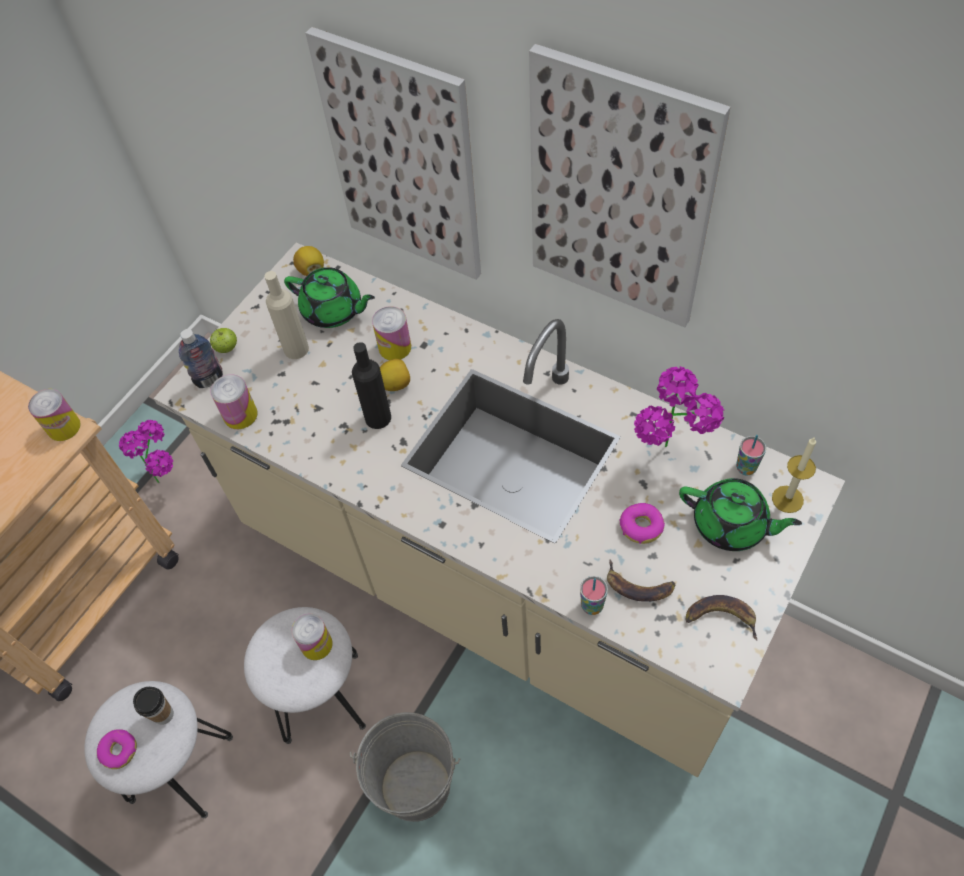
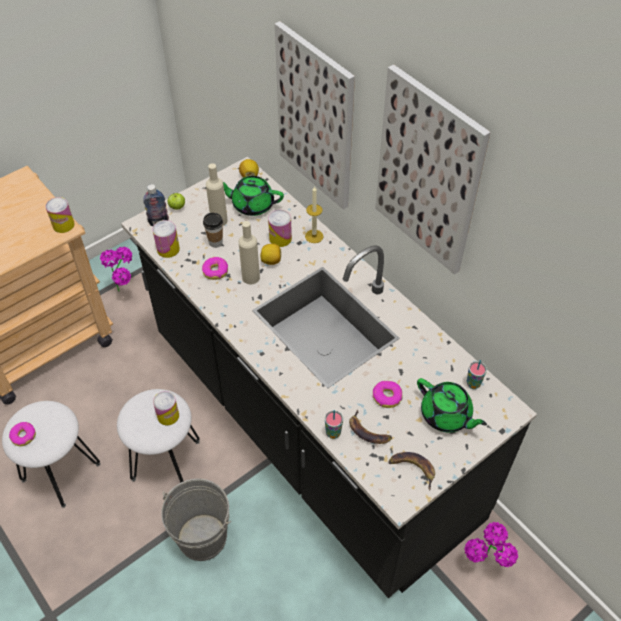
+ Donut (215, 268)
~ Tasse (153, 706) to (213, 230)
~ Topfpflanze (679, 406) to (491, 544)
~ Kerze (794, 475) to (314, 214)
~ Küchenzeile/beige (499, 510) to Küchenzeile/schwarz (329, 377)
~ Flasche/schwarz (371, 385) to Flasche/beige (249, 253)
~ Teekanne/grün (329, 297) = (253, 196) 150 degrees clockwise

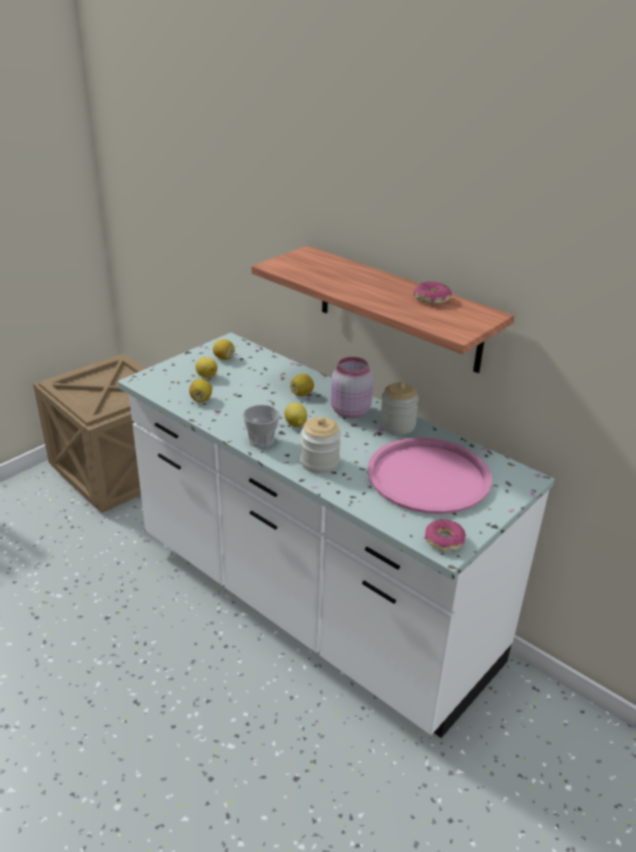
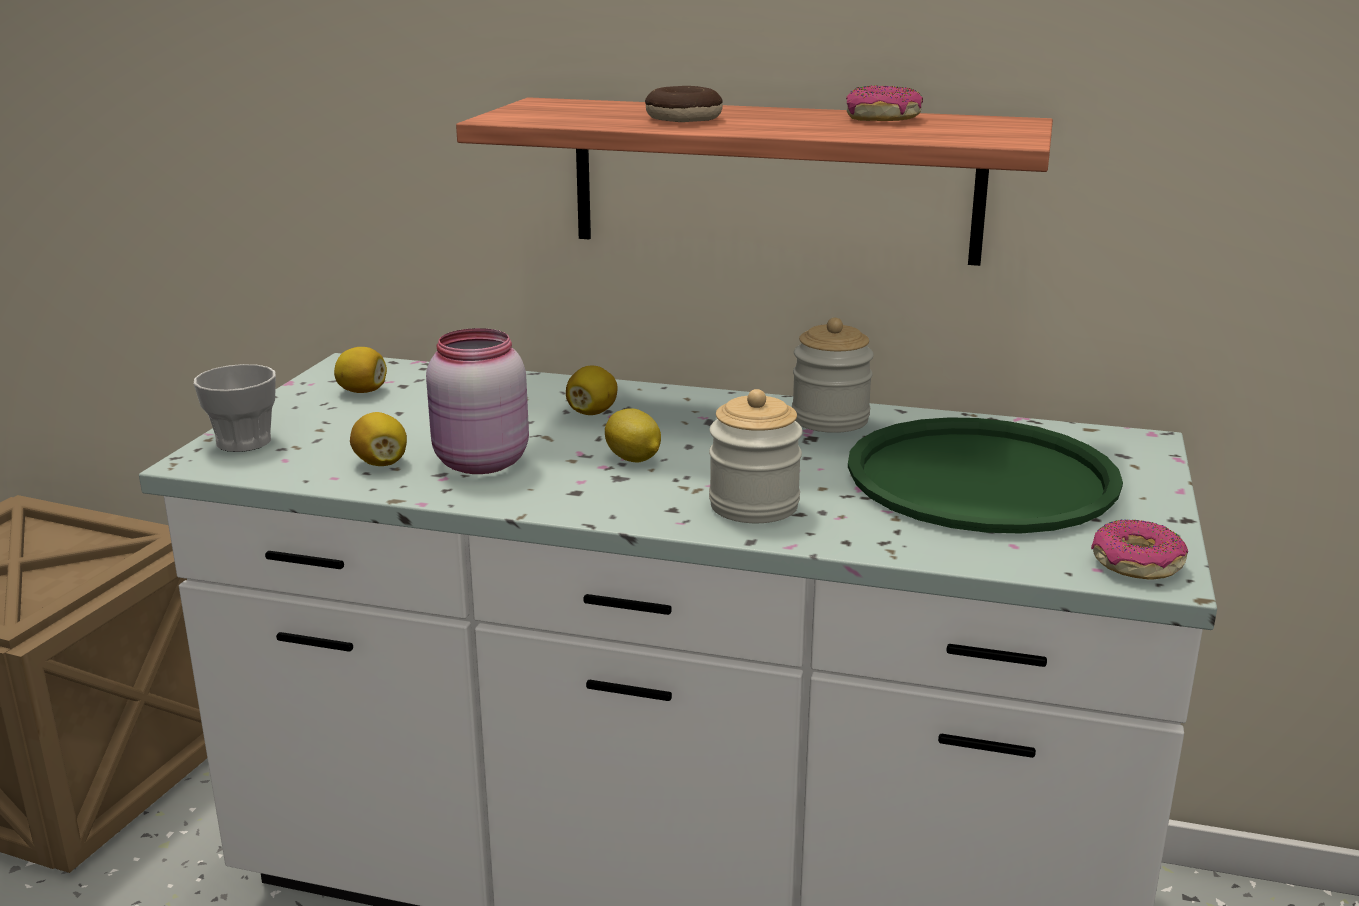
- Zitrone (206, 367)
+ Donut (684, 104)
~ Tasse (261, 426) to (235, 408)
~ Vorratsglas/rosa (352, 387) to (477, 401)
~ Tablett/rosa (429, 476) to Tablett/grün (985, 475)

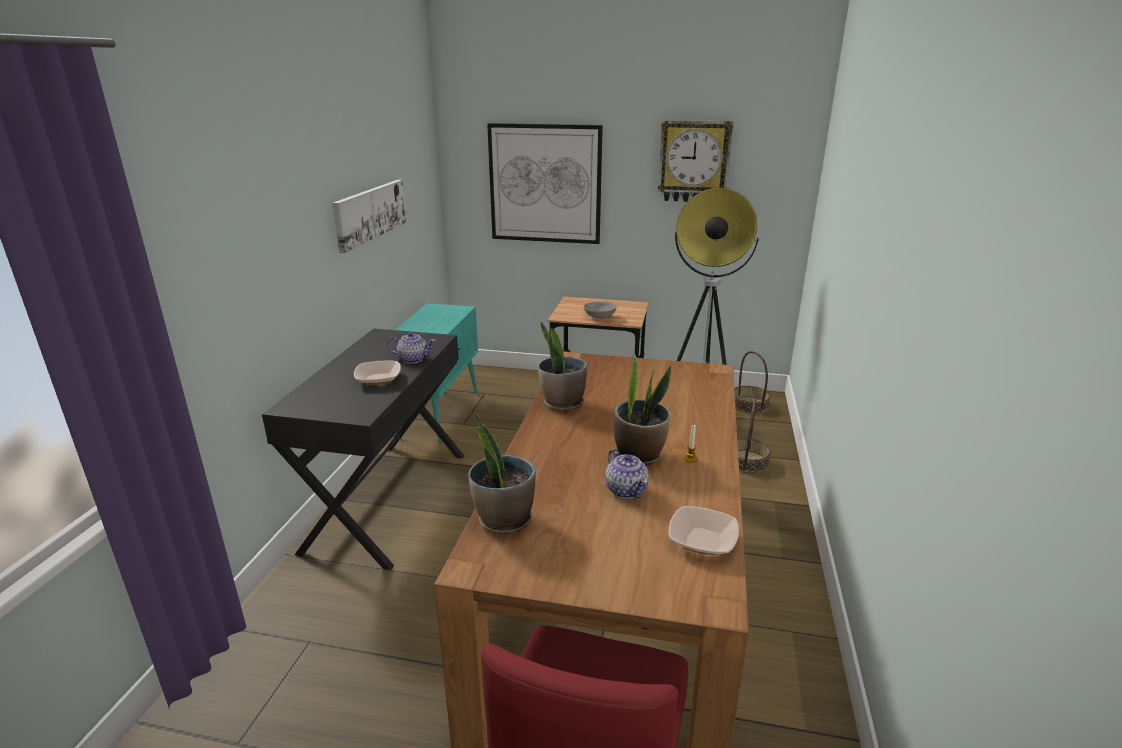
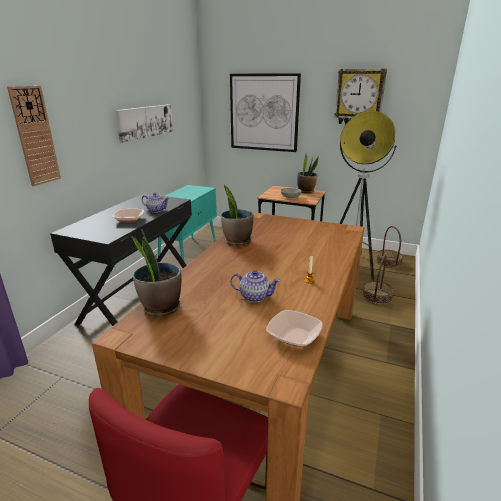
+ Wanduhr (34, 136)
~ Topfpflanze (643, 409) to (308, 173)
~ Teekanne (627, 474) = (255, 286) 60 degrees counterclockwise

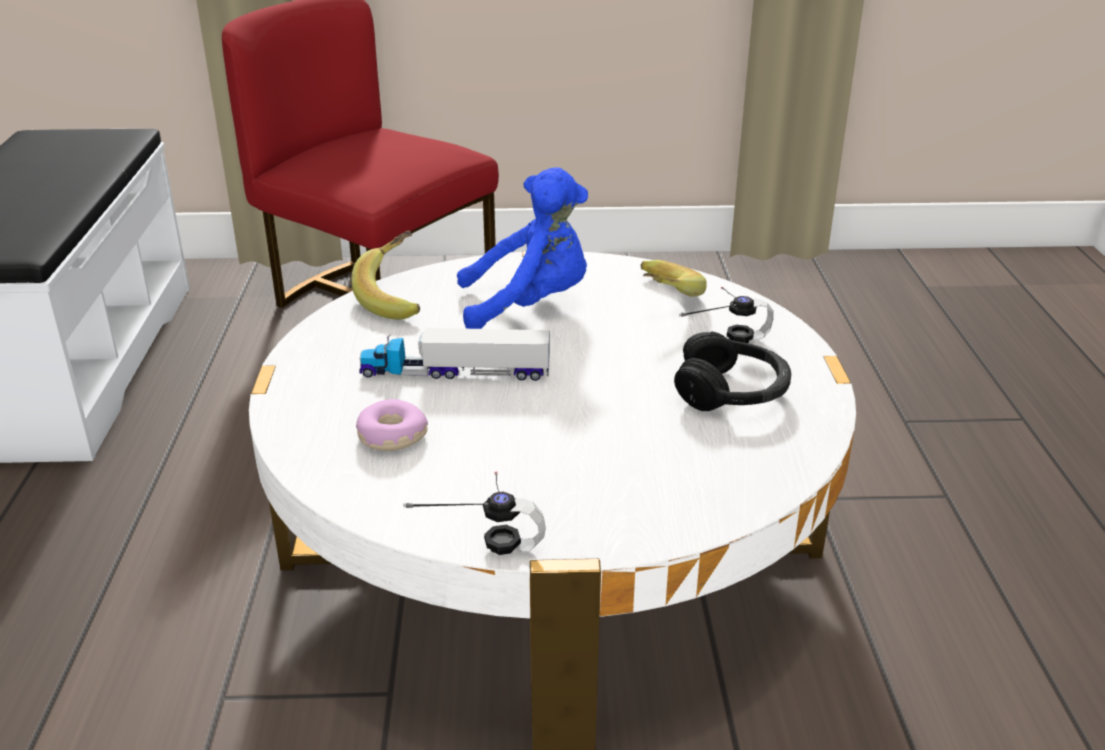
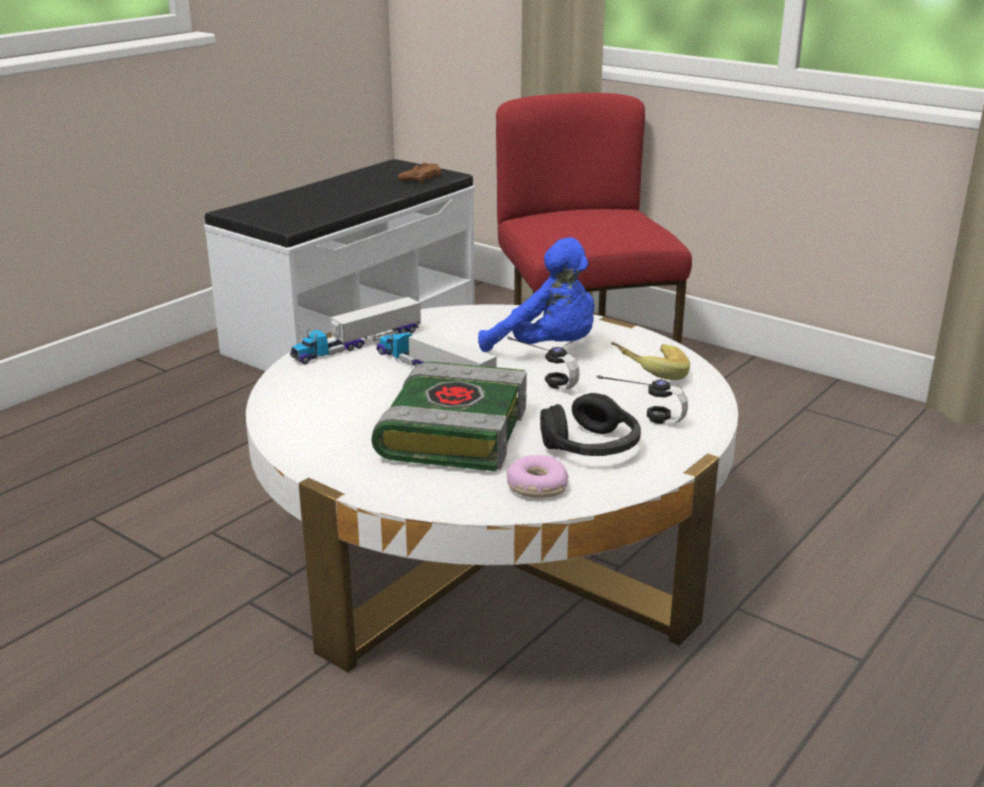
- Banane (385, 275)
+ Spielzeuglaster (355, 330)
+ Buch (449, 417)
+ Gamepad/braun (420, 173)
~ Donut (392, 425) to (538, 476)
~ Kopfhörer (474, 513) to (543, 362)

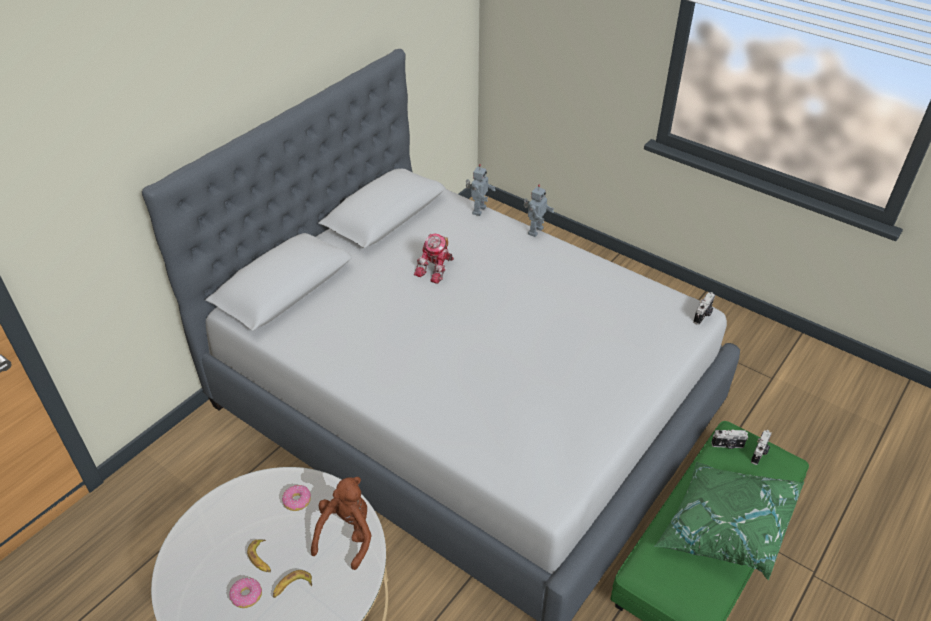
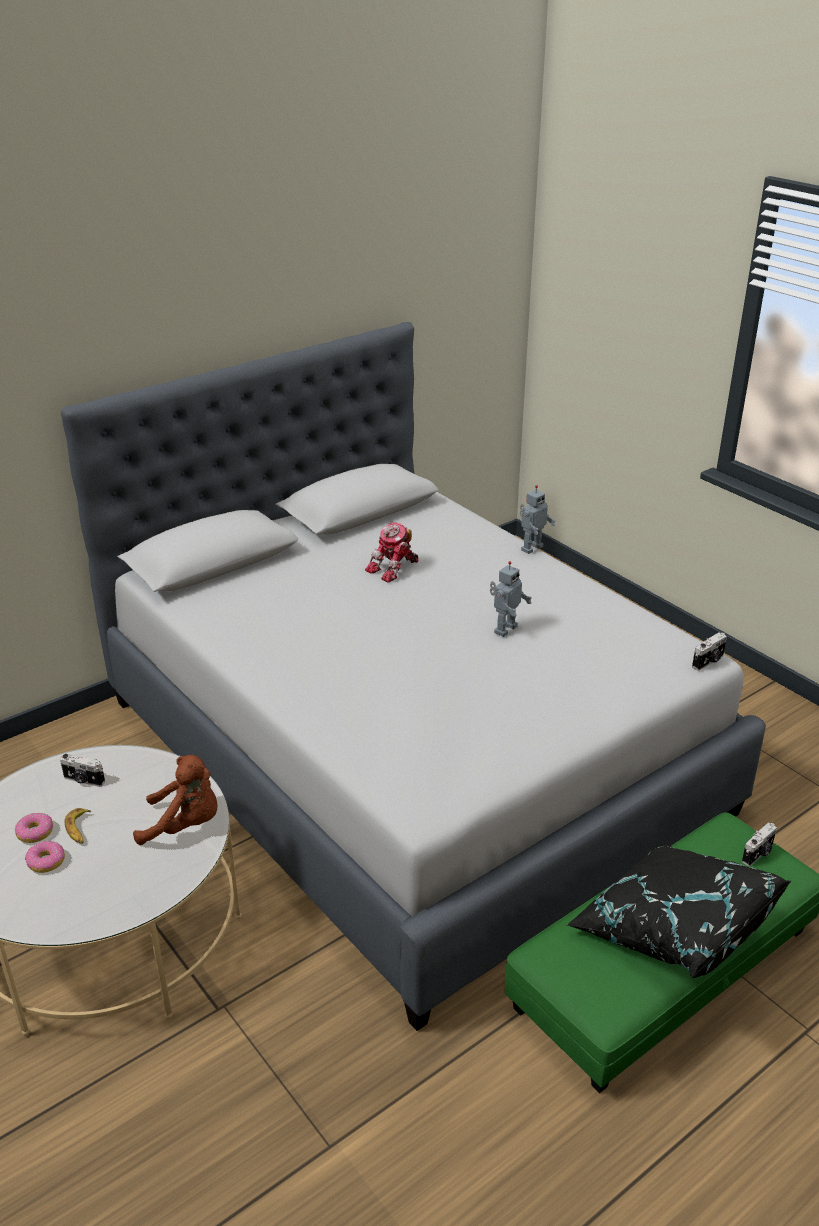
- Banane (292, 584)
~ Donut (296, 498) to (34, 828)
~ Spielzeugroboter (480, 190) to (511, 599)
~ Kamera (729, 439) to (82, 770)
~ Kissen/grün (729, 520) to Kissen/schwarz (678, 911)
~ Plüschtier/braun (341, 523) = (175, 800) 60 degrees clockwise

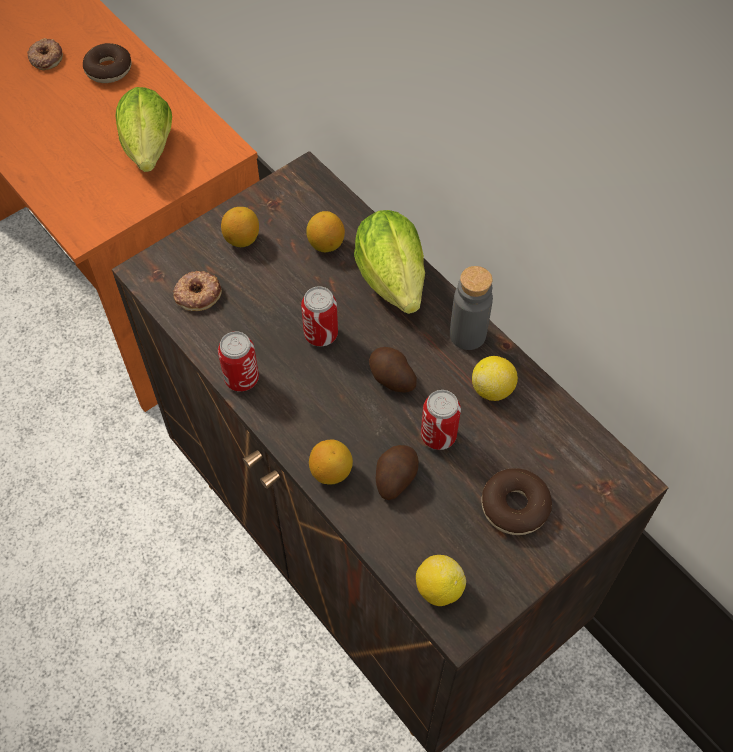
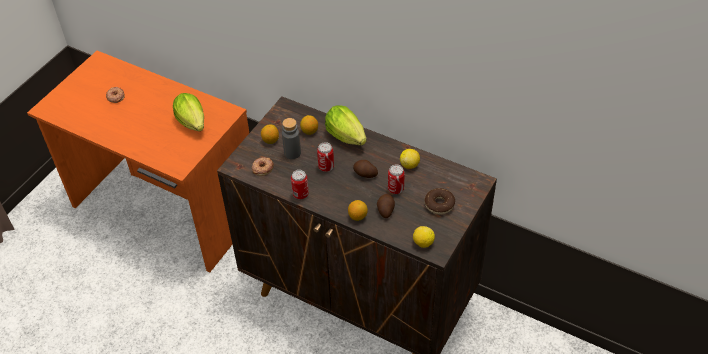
- Donut (107, 63)
~ Flasche/grau (471, 308) to (291, 138)

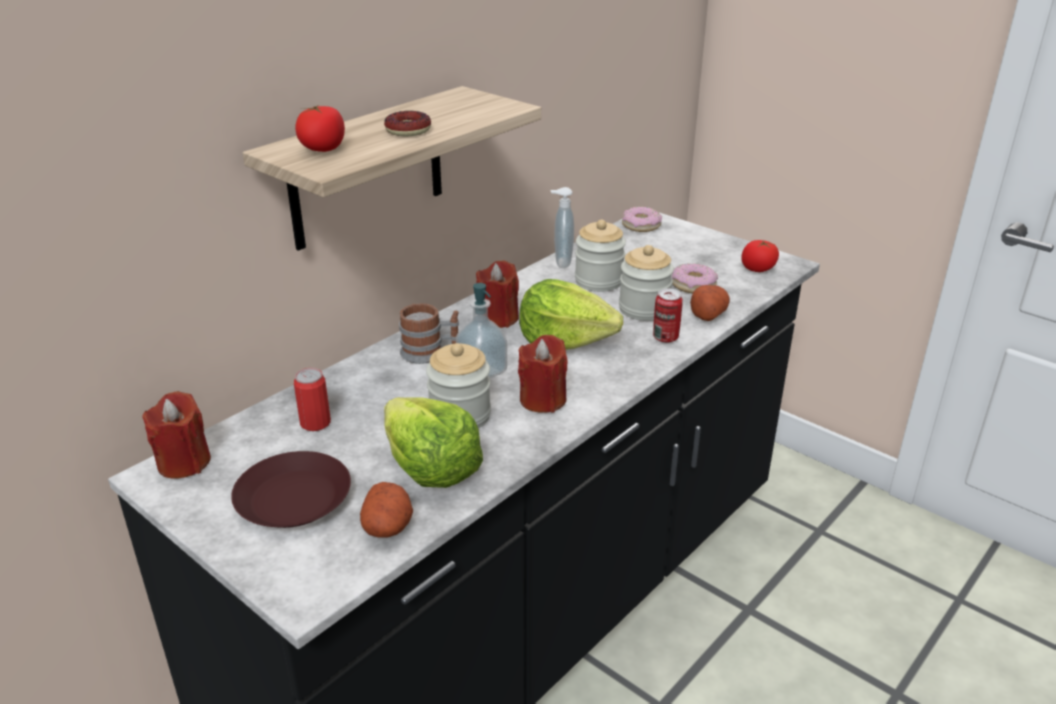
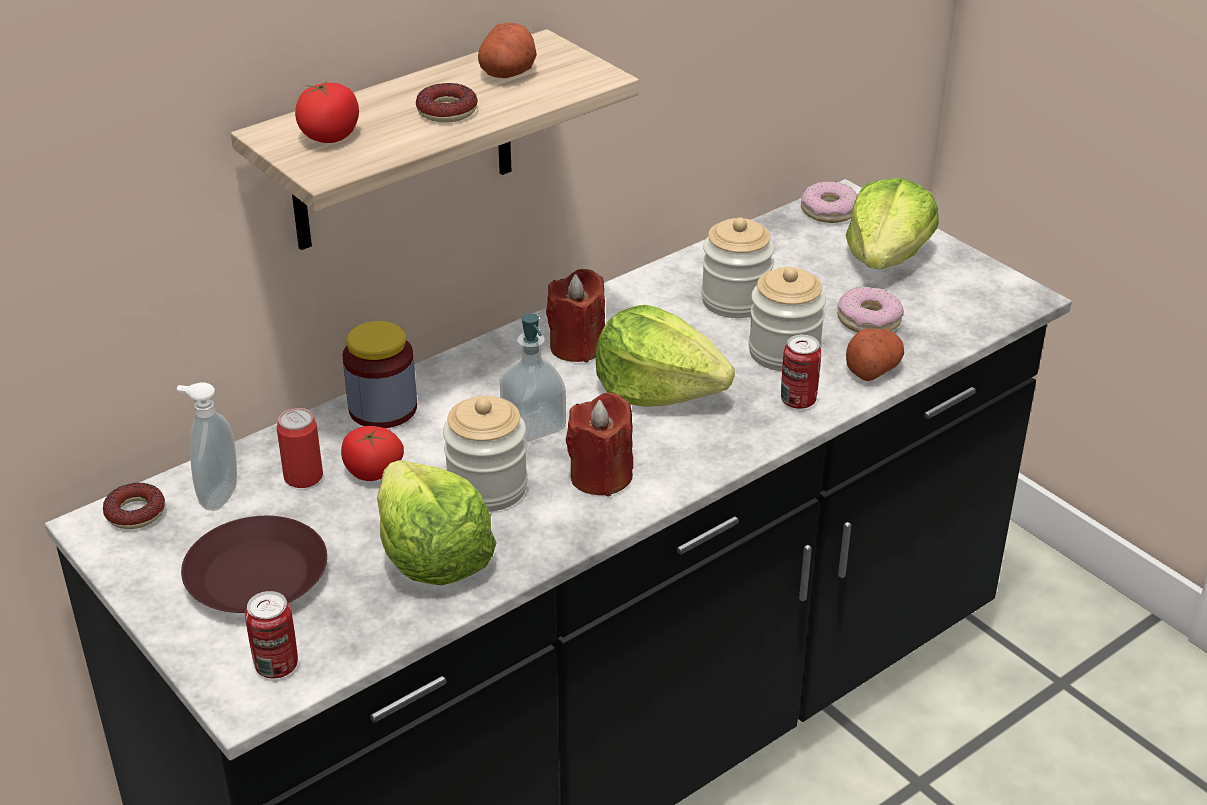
- Henkelbecher (429, 333)
+ Dose (271, 634)
+ Vorratsglas (379, 374)
+ Salatkopf (892, 223)
~ Kartoffel (386, 510) to (507, 50)
~ Seifenspender (562, 227) to (207, 446)
~ Tomate (760, 256) to (372, 453)
~ Kerze/rot (176, 435) to Donut (134, 506)

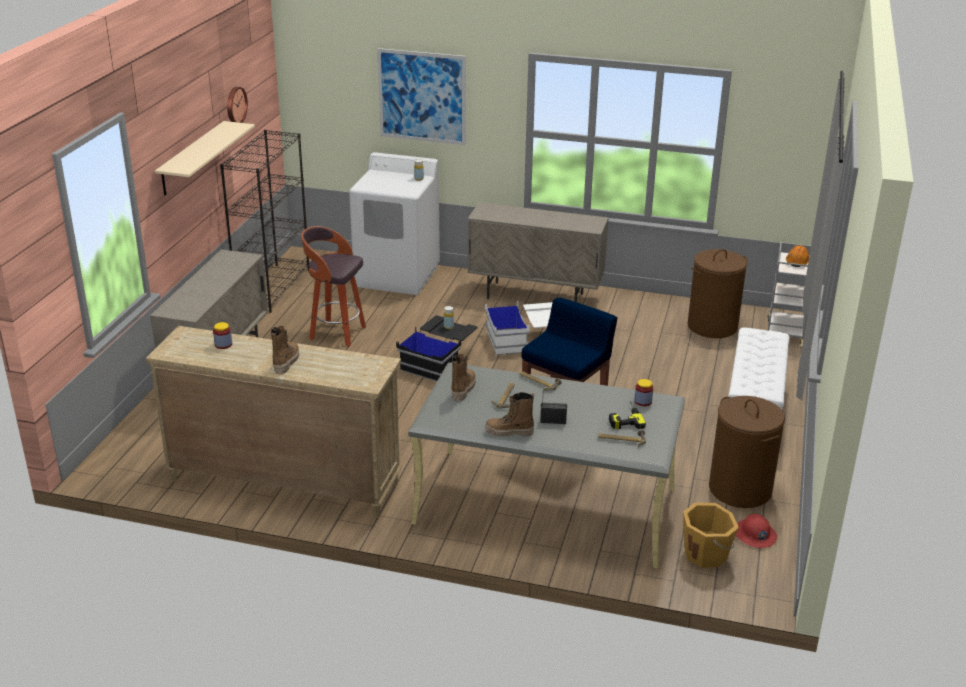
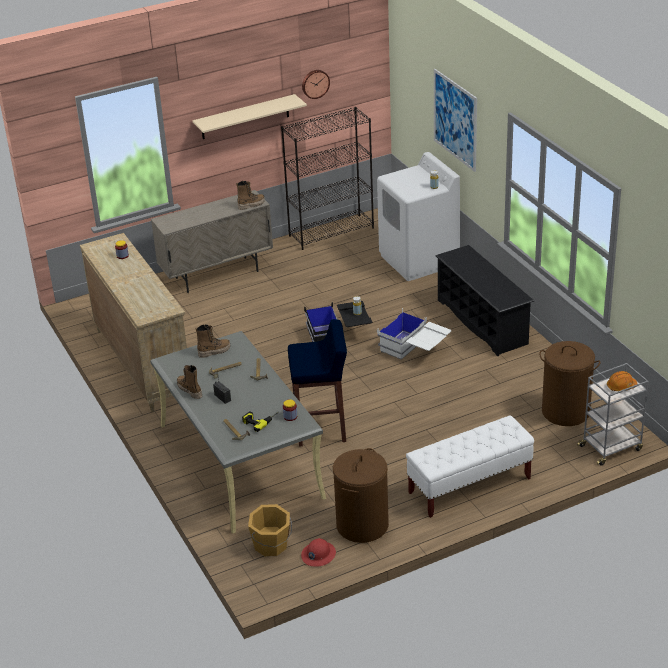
- Hocker (333, 286)
~ Stiefel (285, 350) to (250, 195)
~ Schrank/beige (538, 252) to Schuhregal/schwarz (484, 300)

